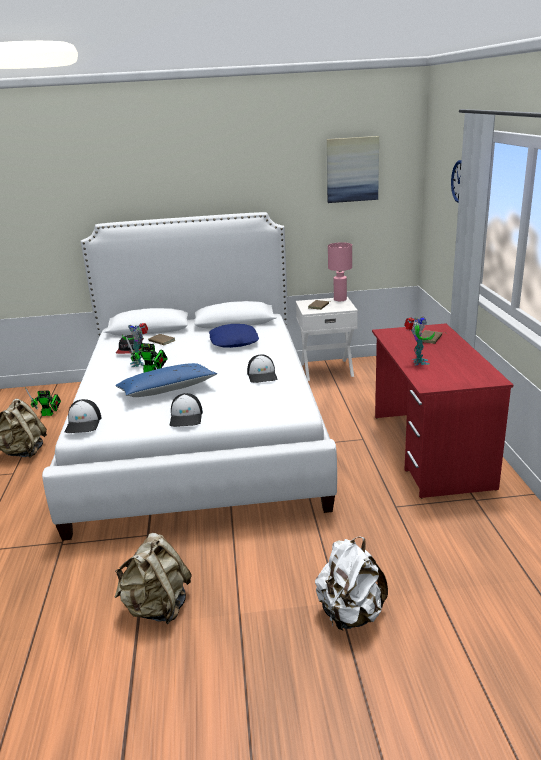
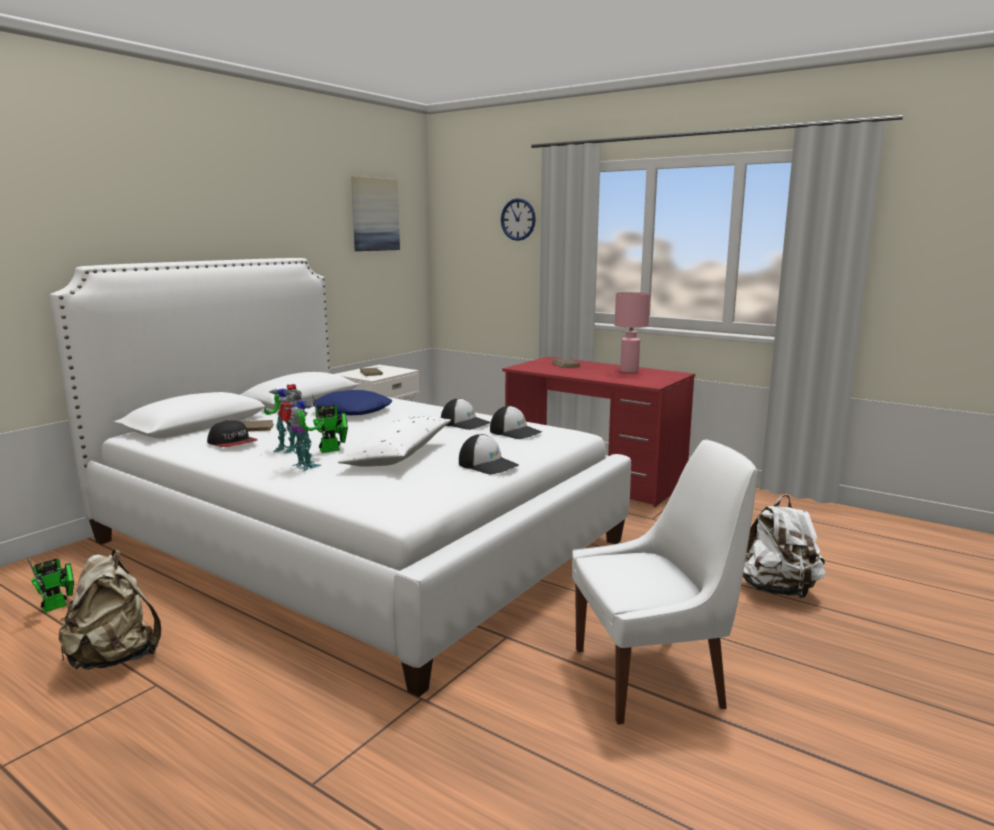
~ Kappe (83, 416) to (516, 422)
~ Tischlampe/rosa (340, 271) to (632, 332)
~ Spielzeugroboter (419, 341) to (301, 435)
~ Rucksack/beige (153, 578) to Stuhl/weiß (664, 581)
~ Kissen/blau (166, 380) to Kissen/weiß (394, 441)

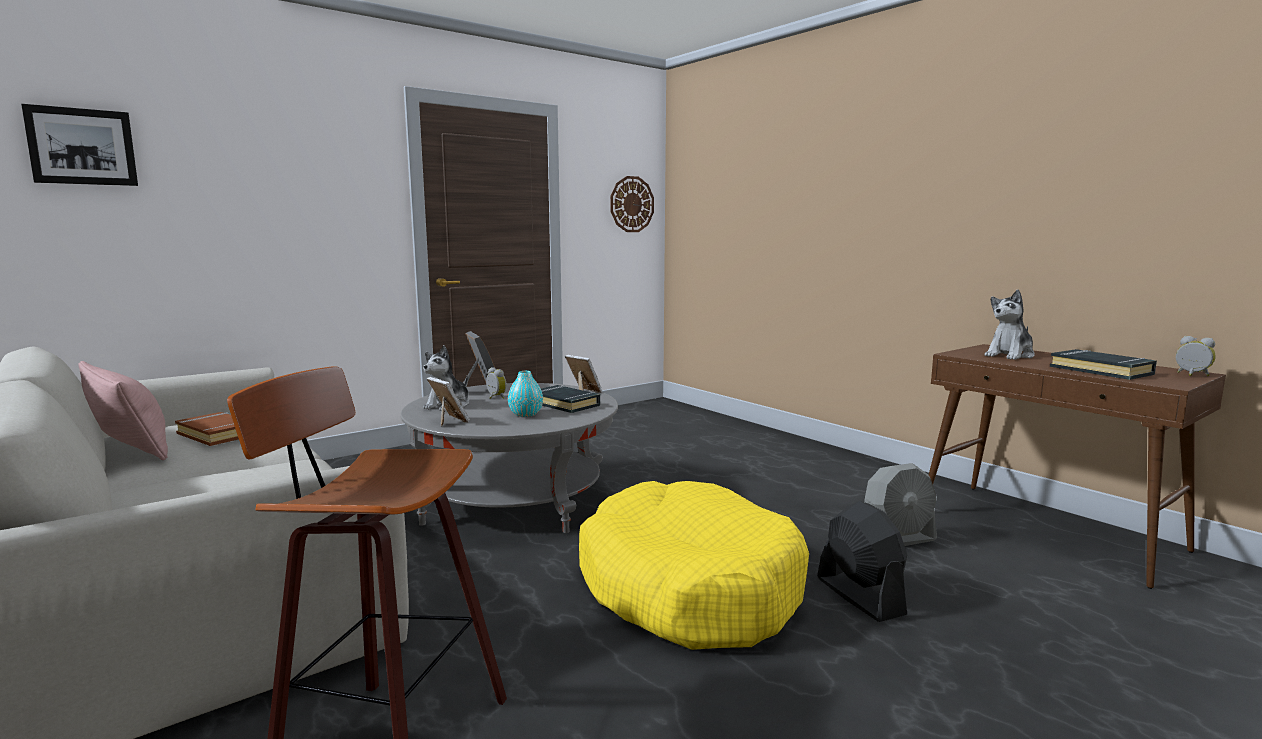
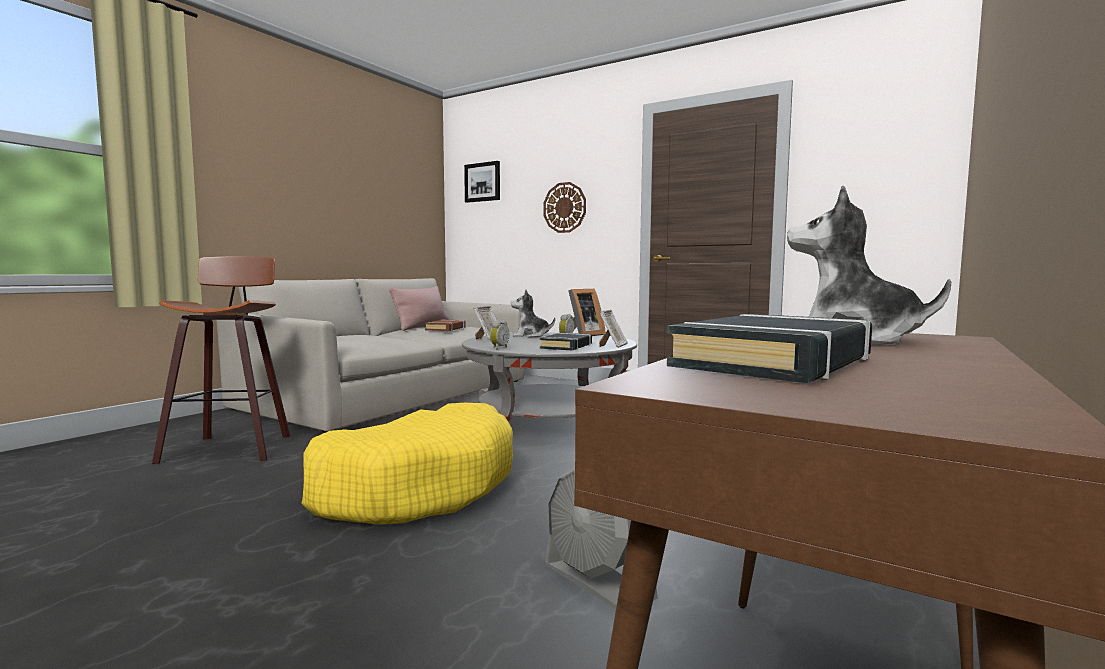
- Vase/türkis (525, 394)
- Ventilator/schwarz (862, 561)
~ Wanduhr (632, 204) to (564, 207)
~ Wecker (1196, 356) to (499, 334)

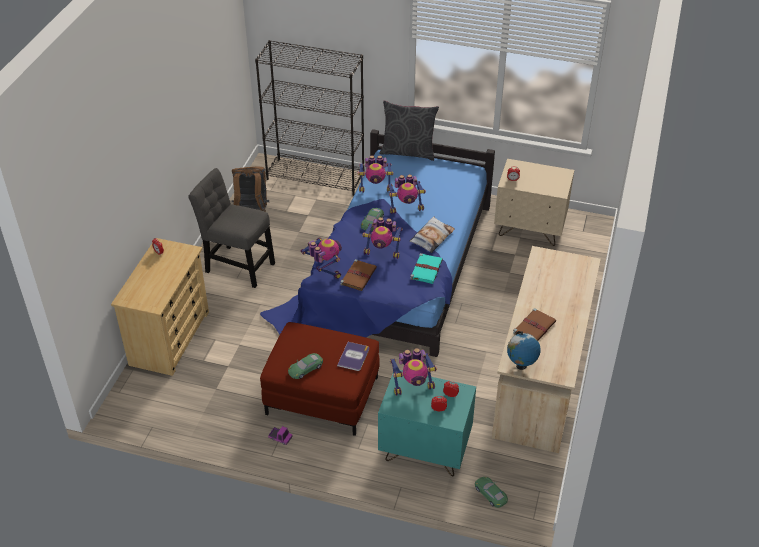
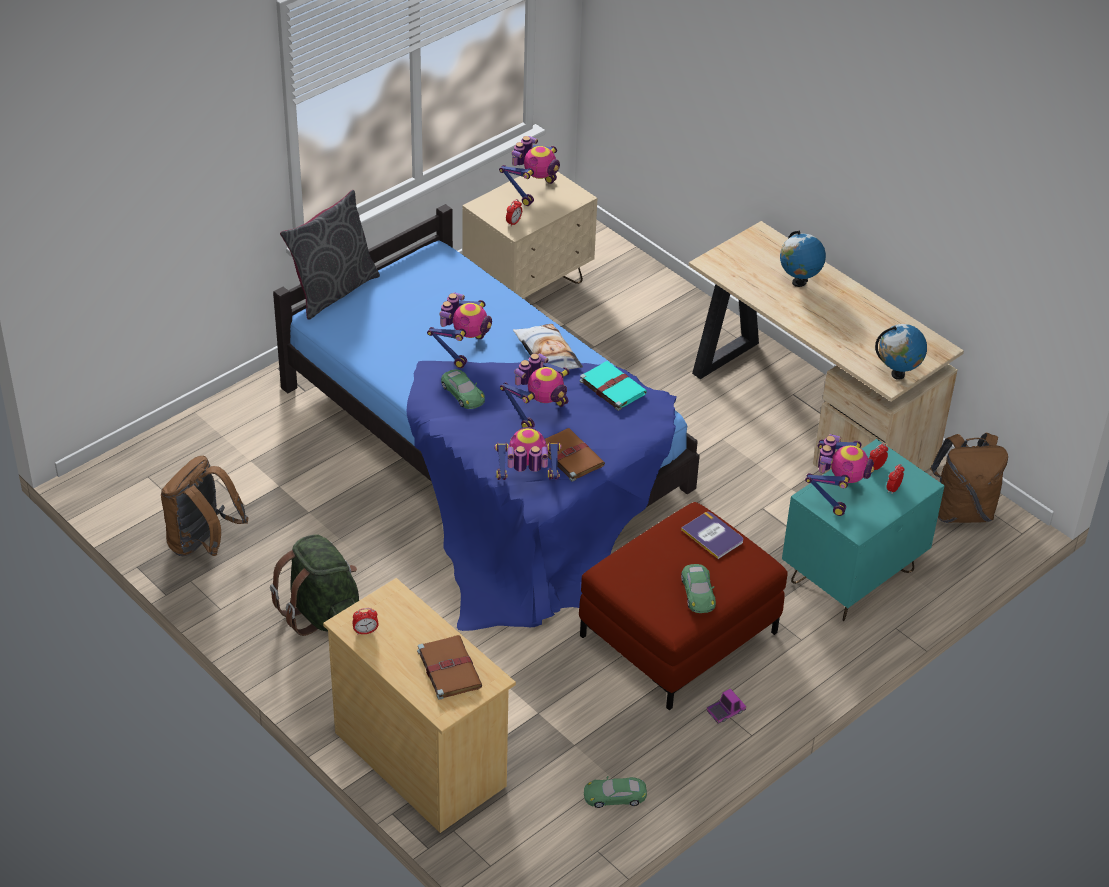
- Bücherregal/schwarz (310, 118)
+ Globus (803, 258)
+ Rucksack/braun (969, 478)
~ Spielzeugroboter (376, 173) to (529, 171)
~ Spielzeugauto/grün (491, 492) to (615, 792)
~ Buch/braun (534, 324) to (449, 667)
~ Stuhl/grau (232, 228) to Rucksack/grün (314, 585)

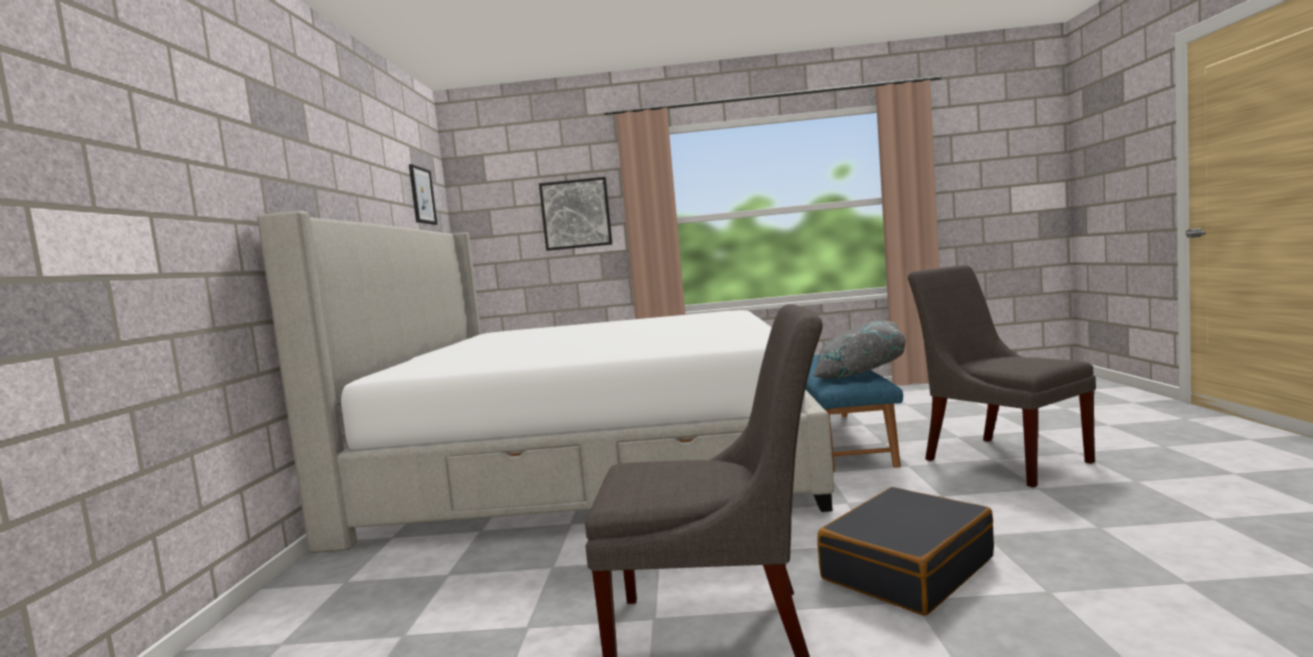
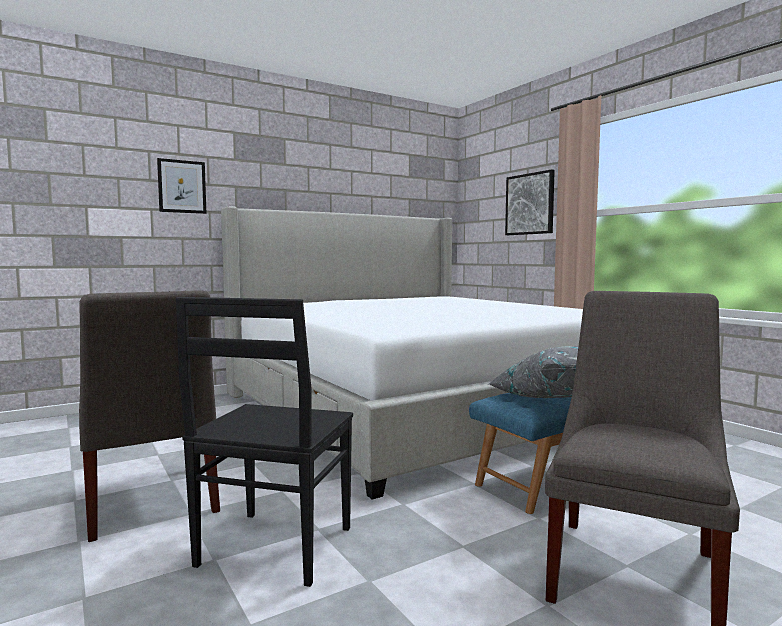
~ Bild (423, 194) to (182, 186)
~ Koffer/schwarz (905, 551) to Stuhl/schwarz (264, 442)

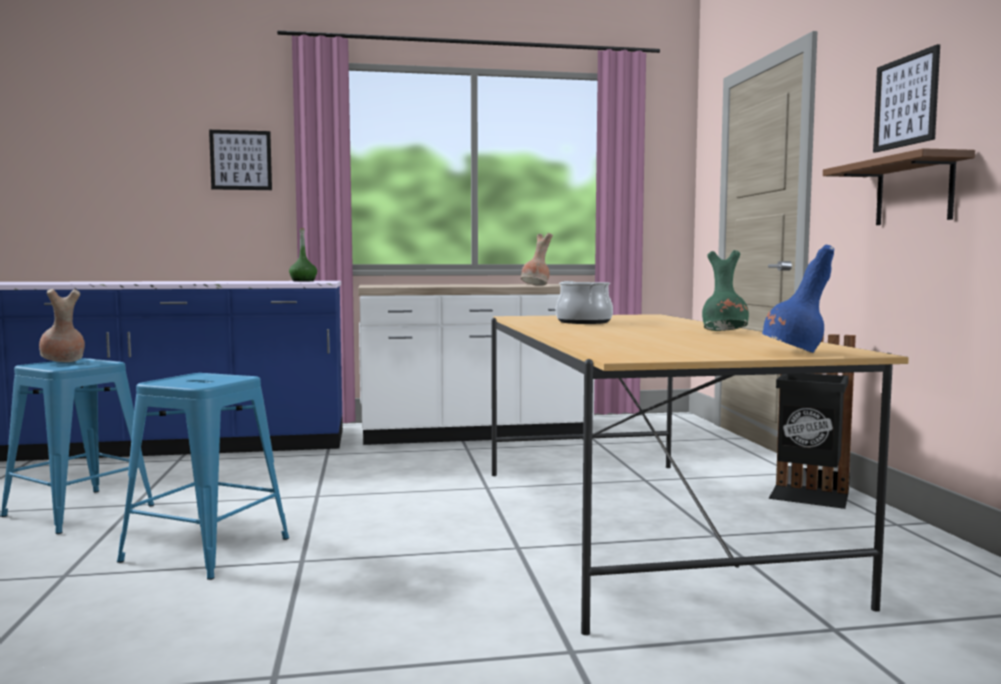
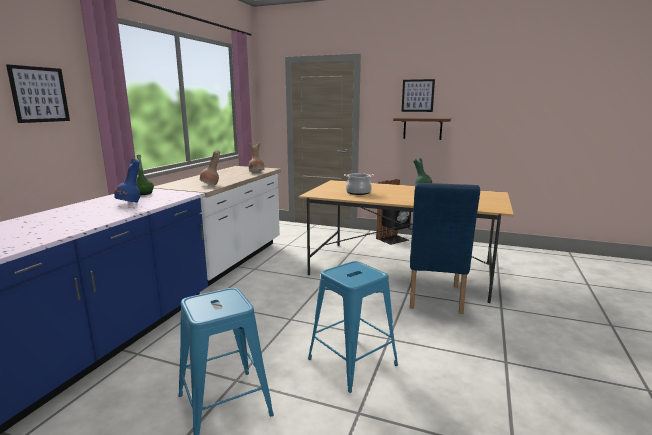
+ Stuhl/blau (445, 248)
~ Vase/braun (62, 325) to (210, 167)
~ Vase/blau (798, 299) to (127, 181)

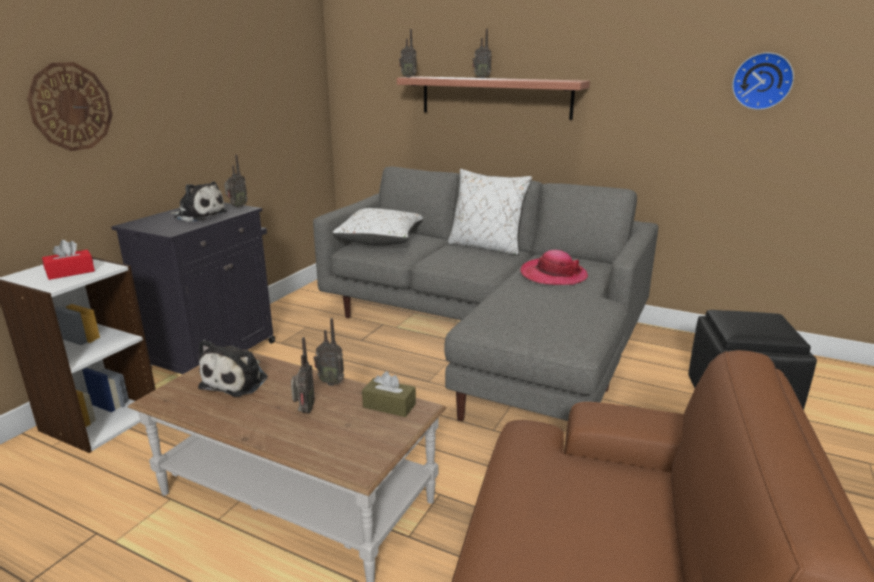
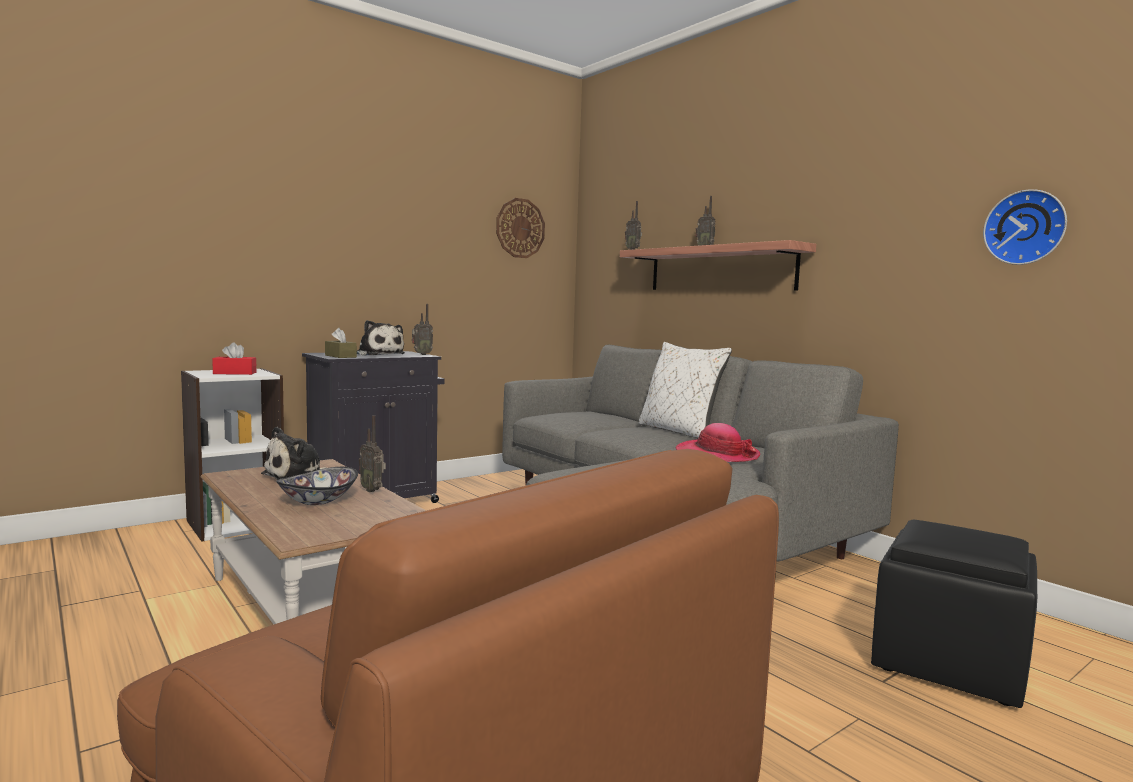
- Kissen/weiß (377, 227)
~ Wanduhr (70, 106) to (520, 228)
~ Taschentuchbox/braun (389, 394) to (341, 343)
~ Radio (303, 375) to Schüssel (317, 486)

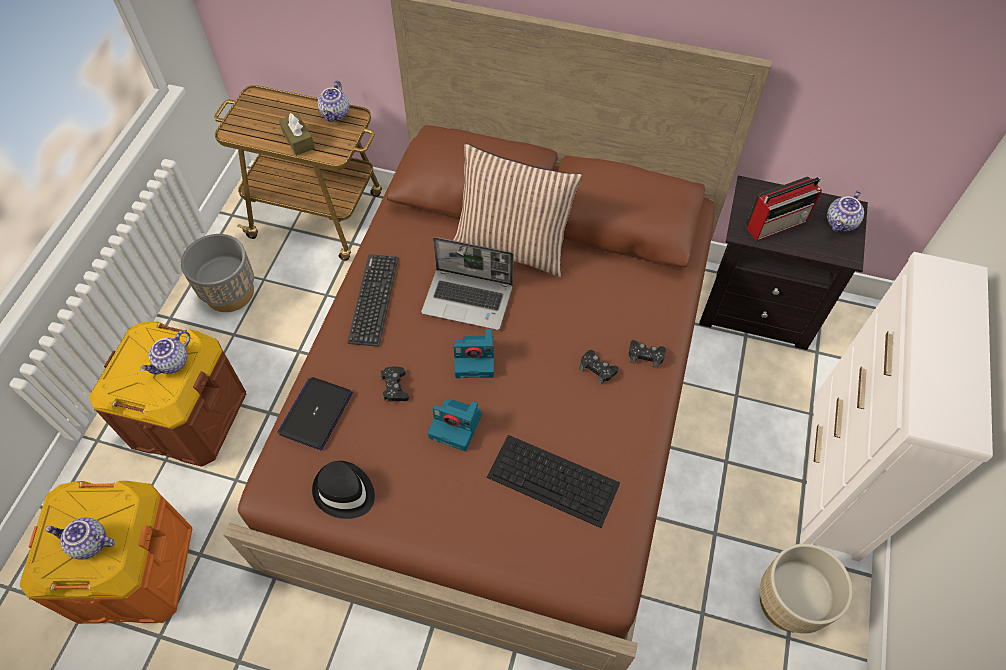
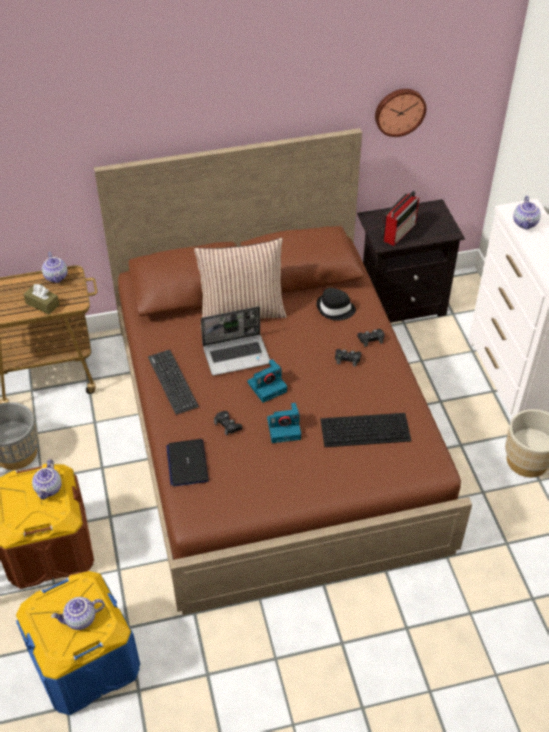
+ Wanduhr (400, 113)
~ Hut/schwarz (343, 490) to (336, 304)
~ Teekanne (845, 211) to (527, 213)
~ Aufbewahrungsbox/orange (106, 552) to Aufbewahrungsbox/blau (78, 643)

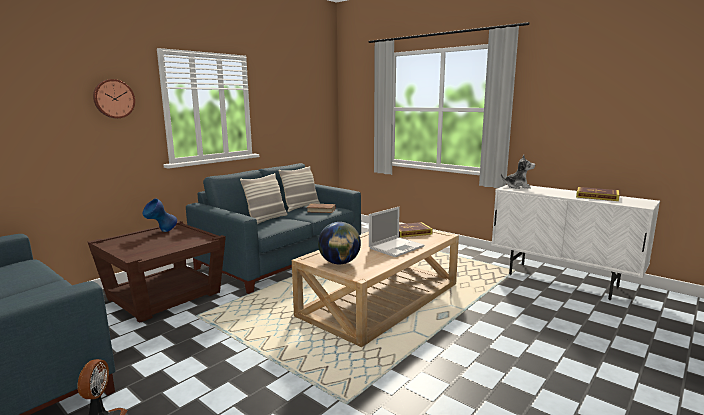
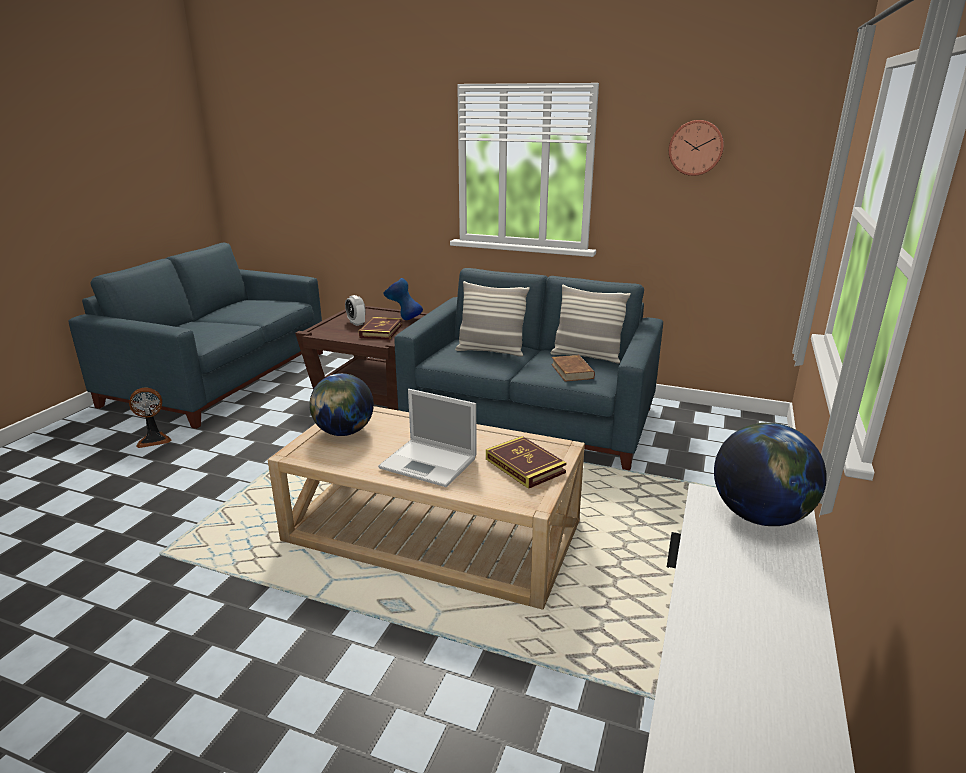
+ Wecker (355, 310)
~ Wanduhr (114, 98) to (696, 148)
~ Buch (598, 194) to (380, 328)
~ Plüschtier (518, 172) to Globus (770, 474)

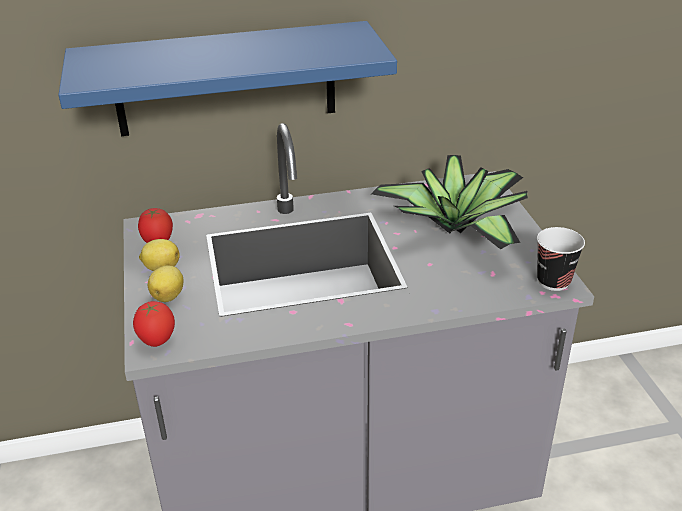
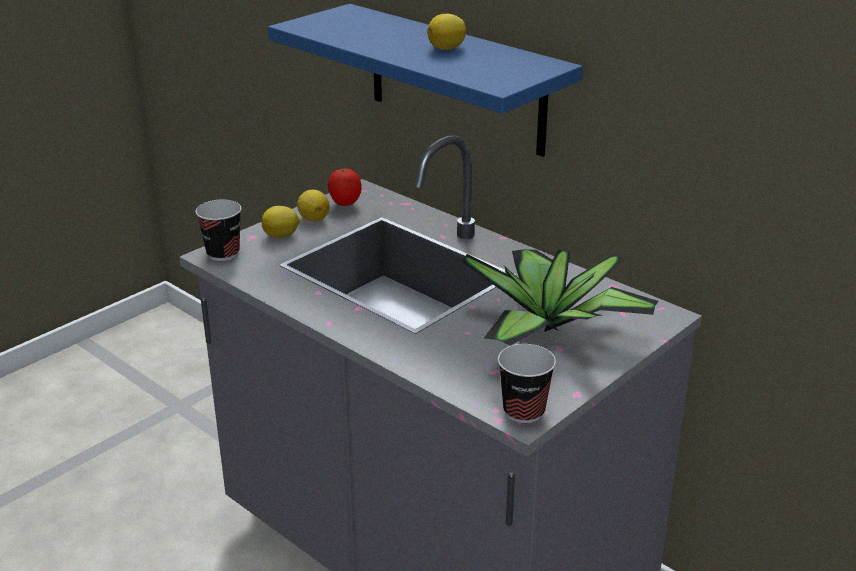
+ Zitrone (446, 32)
~ Tomate (154, 324) to Tasse (218, 230)

